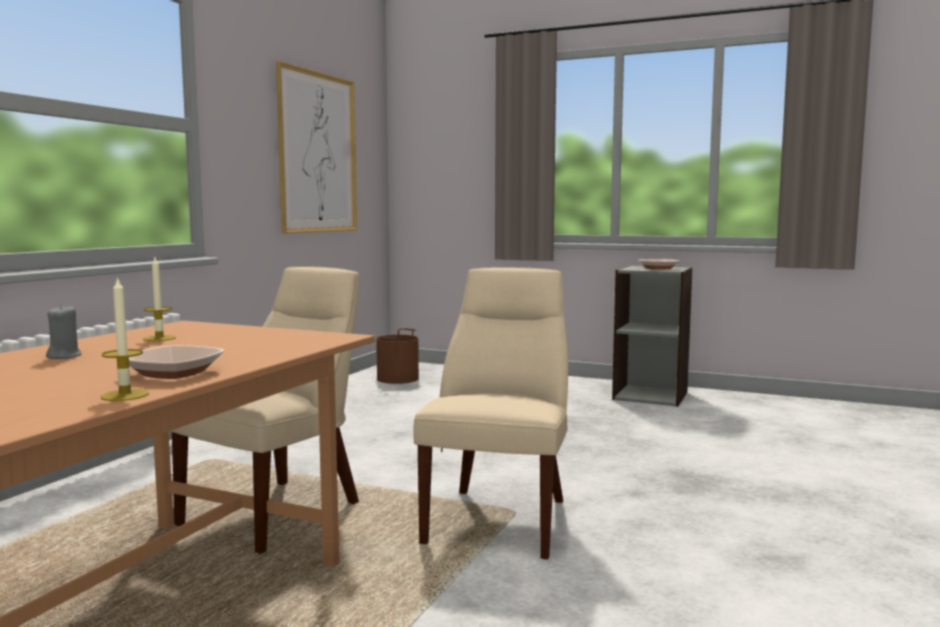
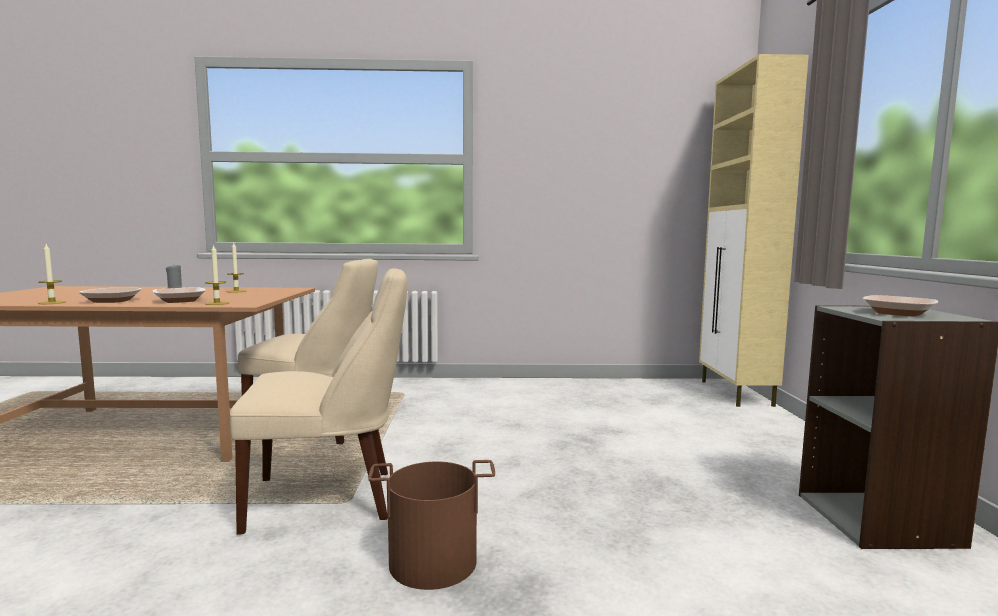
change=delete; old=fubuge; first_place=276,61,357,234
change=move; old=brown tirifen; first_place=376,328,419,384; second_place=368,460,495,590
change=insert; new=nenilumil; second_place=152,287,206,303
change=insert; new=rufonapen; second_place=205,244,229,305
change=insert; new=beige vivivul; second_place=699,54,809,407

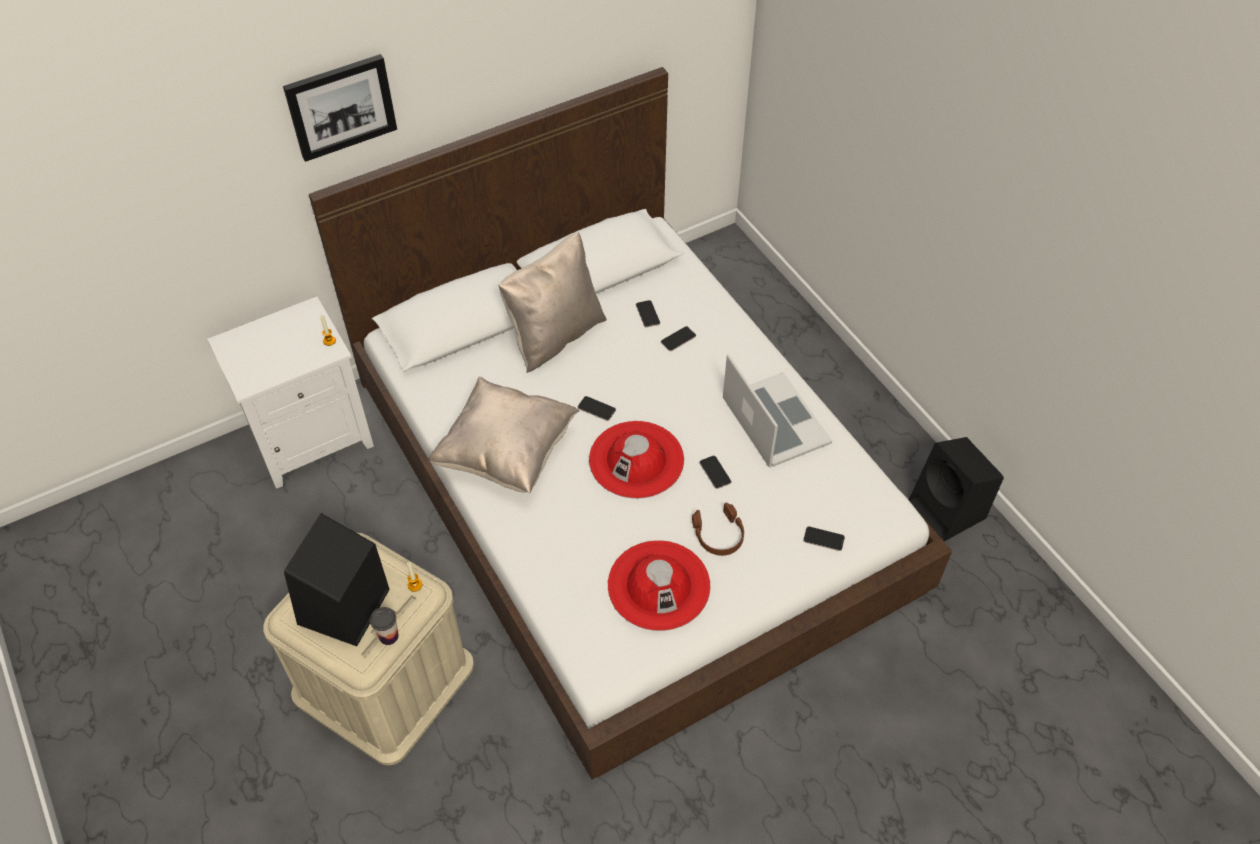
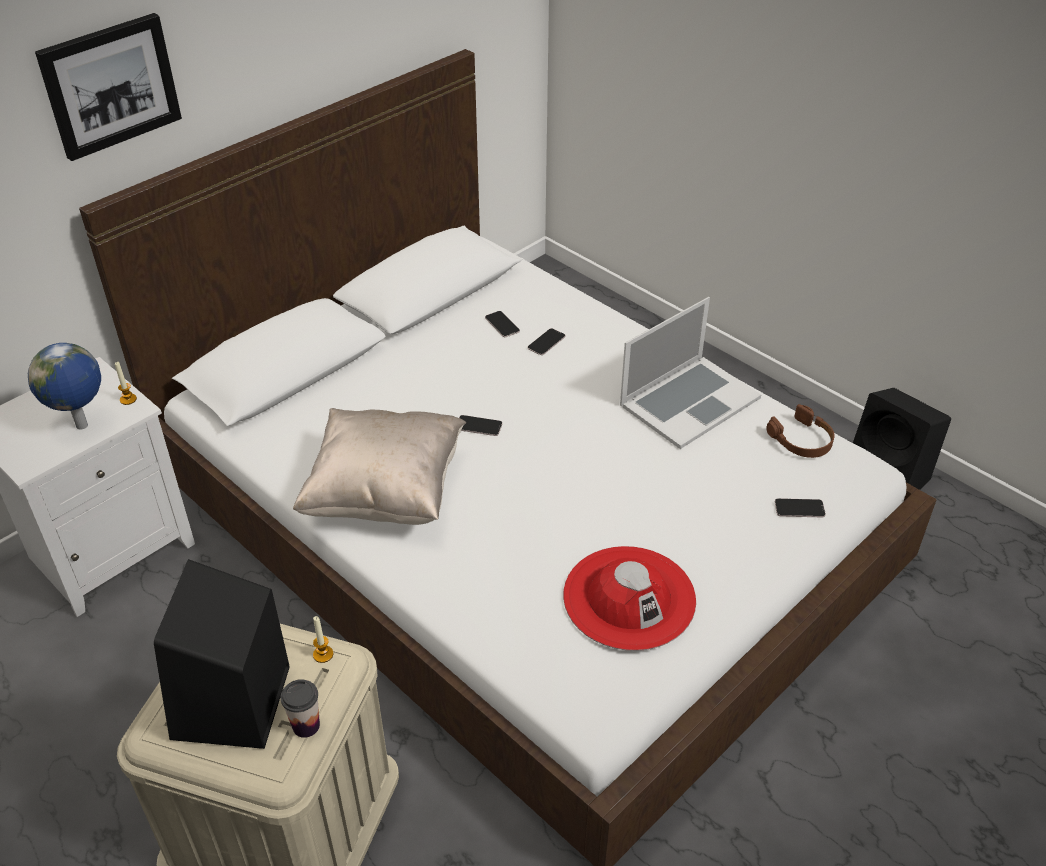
change=delete; old=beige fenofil; first_place=499,233,607,373
change=delete; old=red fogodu; first_place=589,421,684,499
change=move; old=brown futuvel; first_place=692,502,744,556; second_place=766,404,835,458
change=delete; old=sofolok; first_place=700,455,731,489
change=rotate; old=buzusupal; first_place=723,354,832,468; second_place=620,297,761,449; degrees=90
change=insert; new=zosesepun; second_place=28,343,101,429

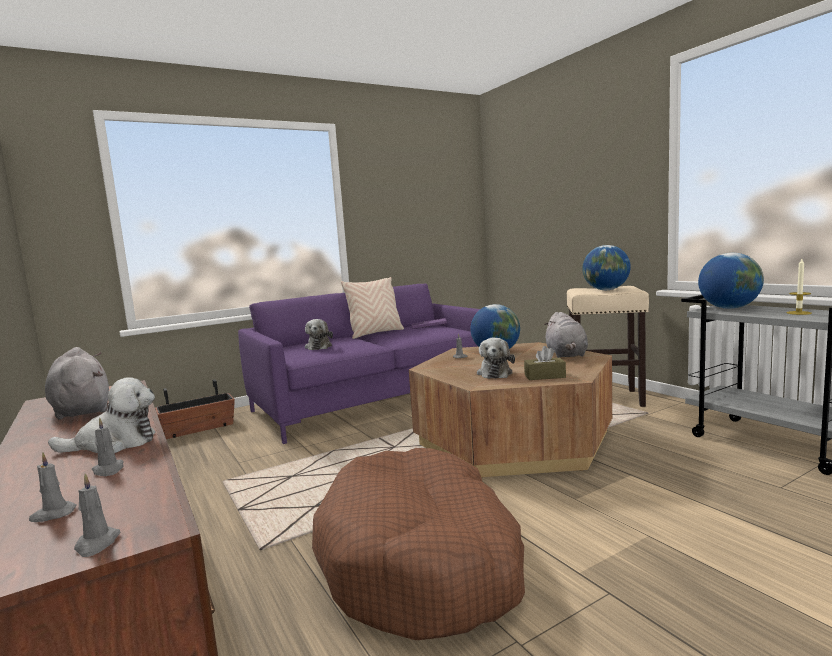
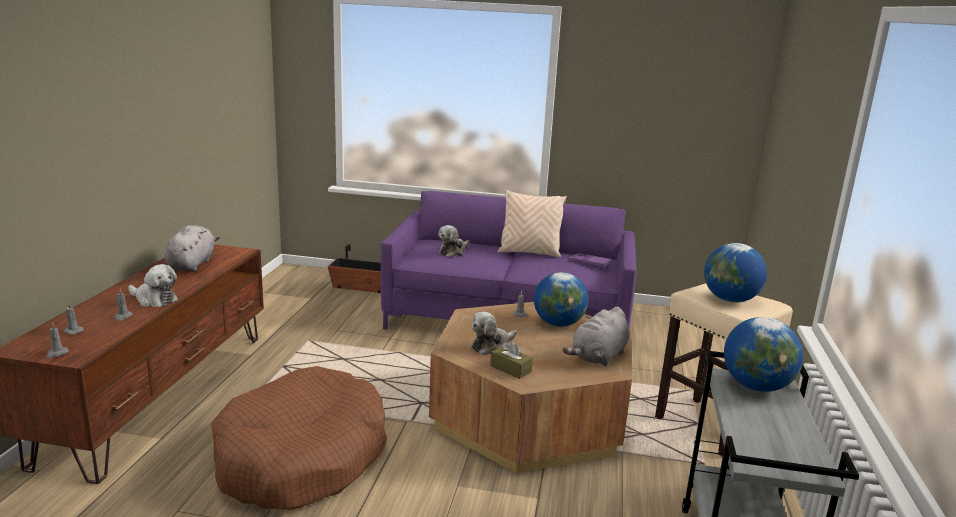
change=delete; old=rufonapen; first_place=786,259,812,315

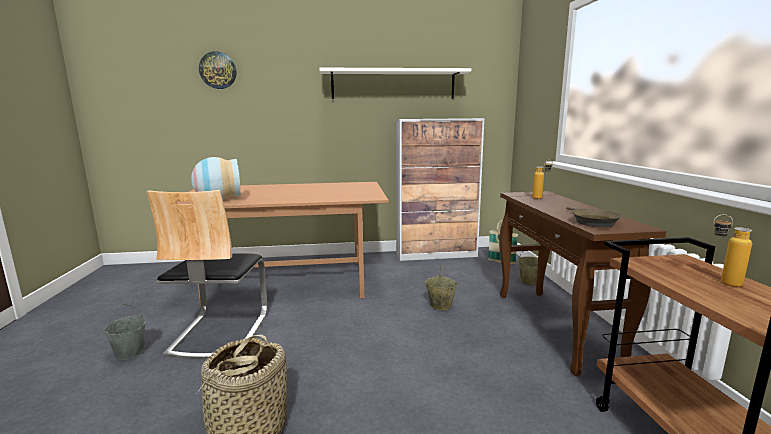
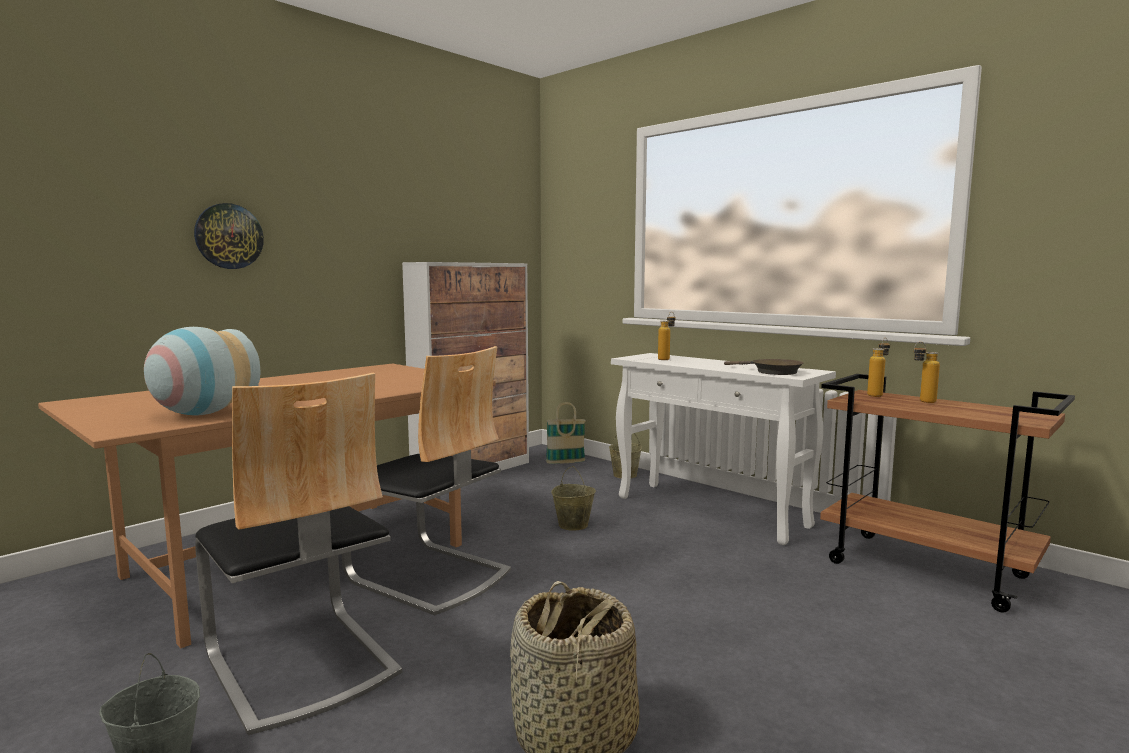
change=move; old=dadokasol; first_place=199,51,236,89; second_place=194,203,264,269
change=delete; old=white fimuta; first_place=319,68,471,99
change=recolor; old=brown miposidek; new=white miposidek; first_place=499,191,666,376; second_place=611,353,836,545
change=insert; new=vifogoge; second_place=342,346,511,615
change=insert; new=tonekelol; second_place=867,337,890,397

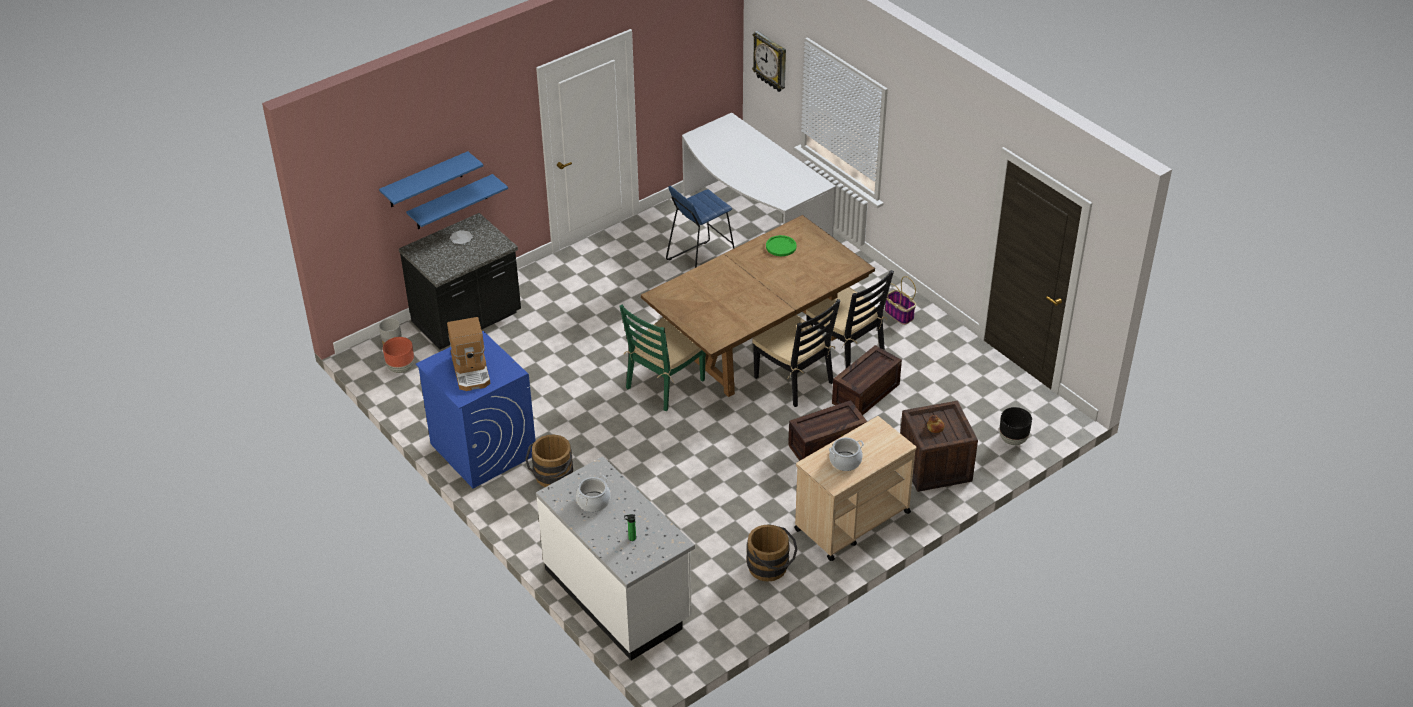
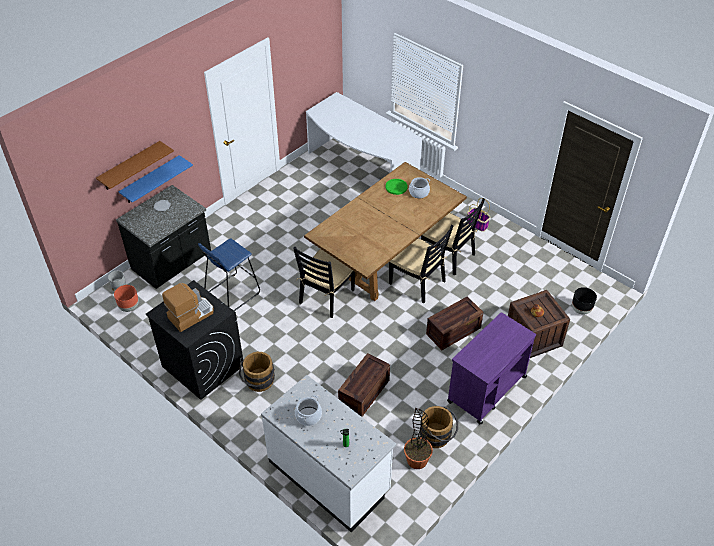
change=recolor; old=blue fimuta; new=brown fimuta; first_place=379,151,484,207; second_place=96,141,174,190
change=recolor; old=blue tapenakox; new=black tapenakox; first_place=416,331,536,488; second_place=146,280,243,400
change=rotate; old=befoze; first_place=447,317,490,391; second_place=162,283,214,332; degrees=-105
change=recolor; old=green vifogoge; new=black vifogoge; first_place=619,305,706,411; second_place=293,247,355,318
change=move; old=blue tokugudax; first_place=666,186,734,268; second_place=198,238,260,311
change=delete; old=dadokasol; first_place=752,31,786,92
change=recolor; old=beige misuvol; new=purple misuvol; first_place=794,416,917,561; second_place=447,312,536,425
change=move; old=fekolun; first_place=829,437,864,471; second_place=409,177,430,198
change=move; old=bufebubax; first_place=832,345,902,415; second_place=338,353,390,417
change=insert; new=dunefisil; second_place=404,408,433,469

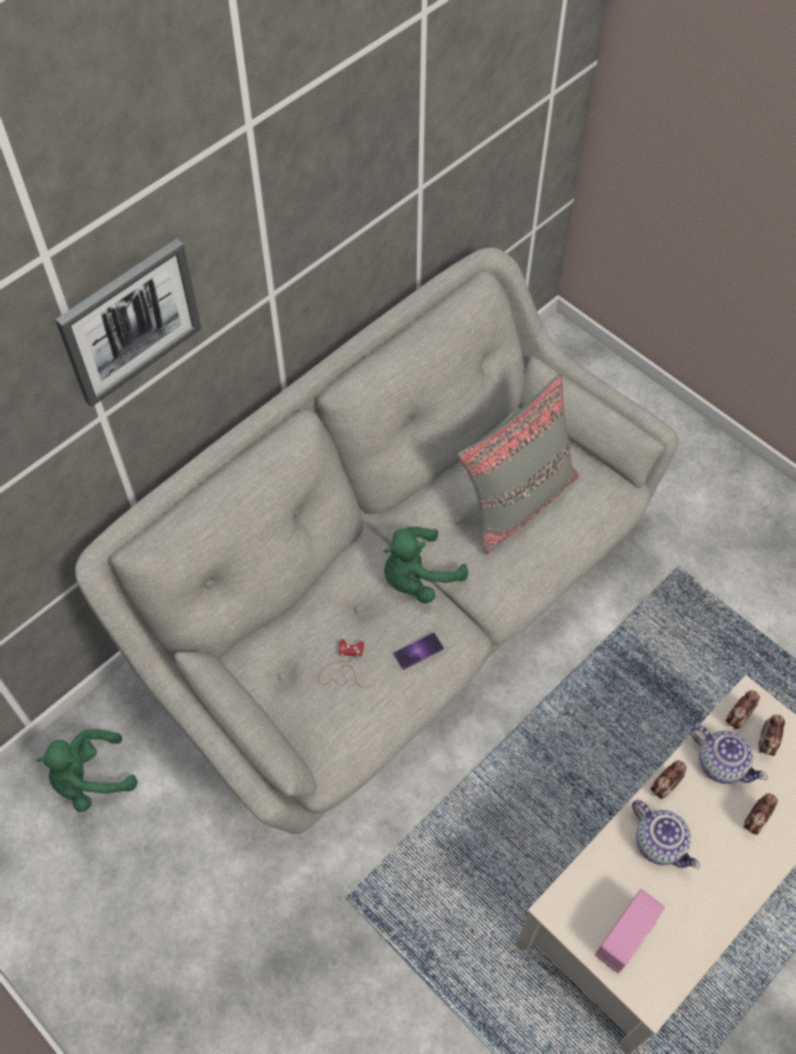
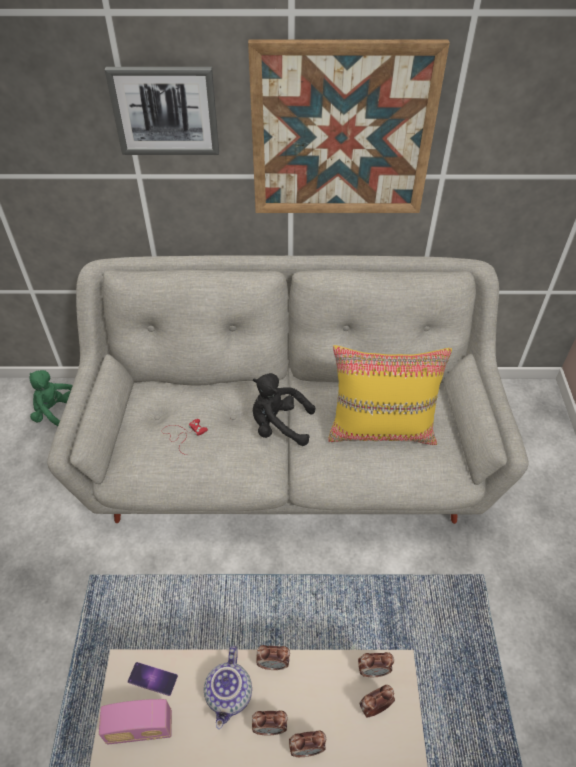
change=recolor; old=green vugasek; new=black vugasek; first_place=384,526,468,604; second_place=253,373,315,446
change=move; old=sofolok; first_place=394,633,444,670; second_place=128,662,178,696
change=recolor; old=grey fenofil; new=yellow fenofil; first_place=458,373,579,555; second_place=328,345,452,445
change=delete; old=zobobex; first_place=690,725,768,784
change=insert; new=fubuge; second_place=248,39,450,213
change=insert; new=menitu; second_place=252,710,288,735

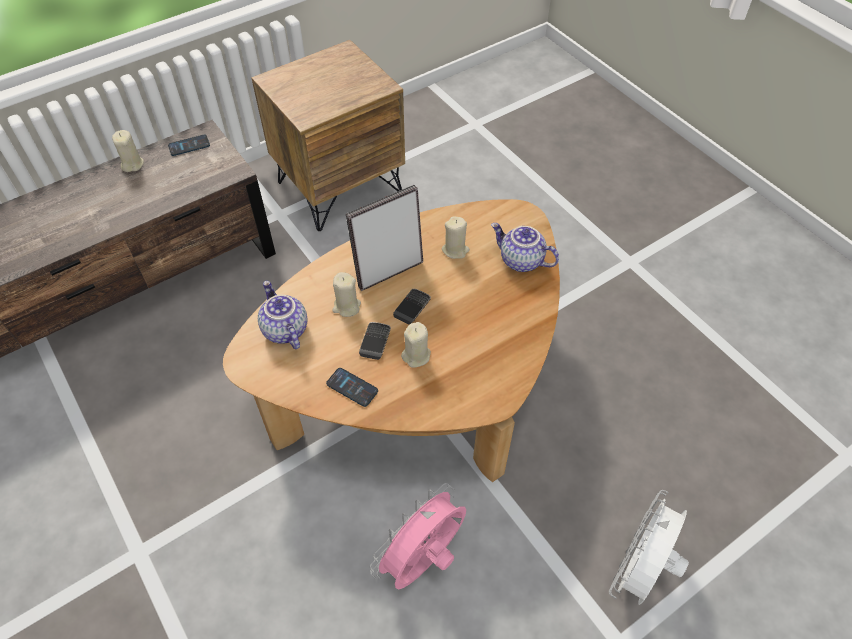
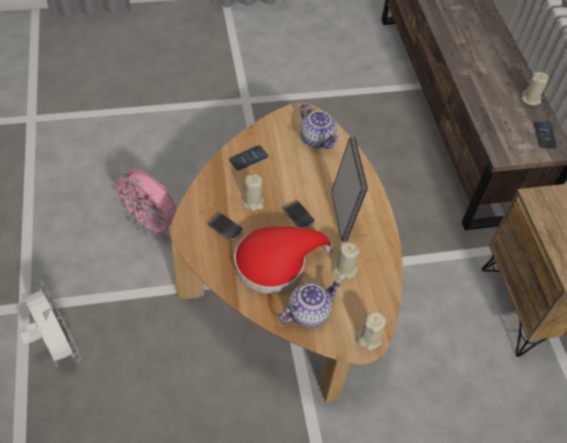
change=rotate; old=zobobex; first_place=258,281,307,349; second_place=300,104,339,149; degrees=60
change=move; old=beige rufonapen; first_place=332,272,361,317; second_place=356,311,386,351
change=move; old=sofolok; first_place=359,322,391,360; second_place=207,213,243,241
change=rotate; old=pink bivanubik; first_place=370,483,466,589; second_place=109,169,177,240; degrees=150
change=insert; new=red fogodu; second_place=234,227,335,293

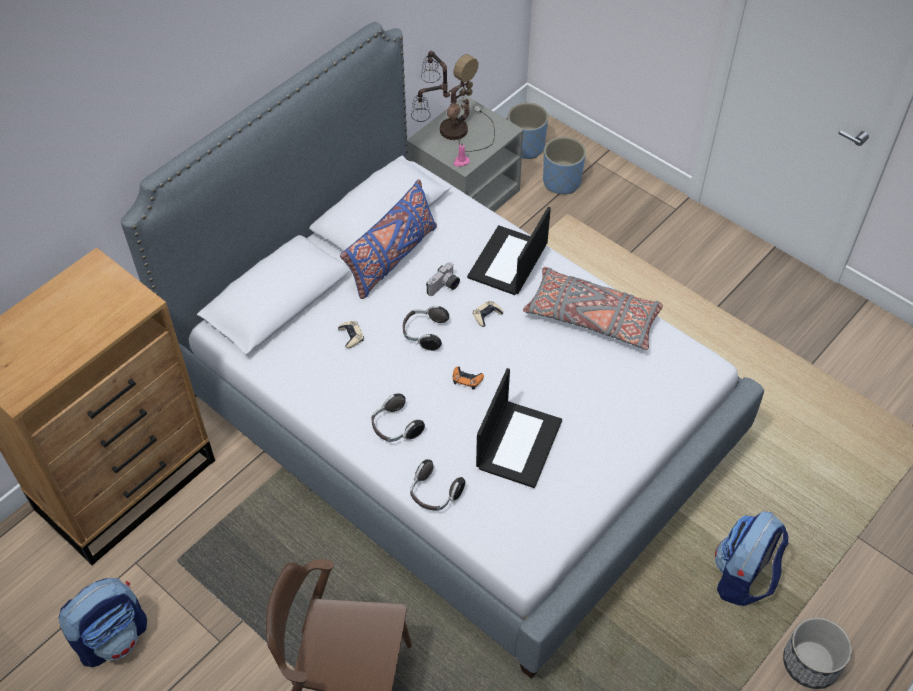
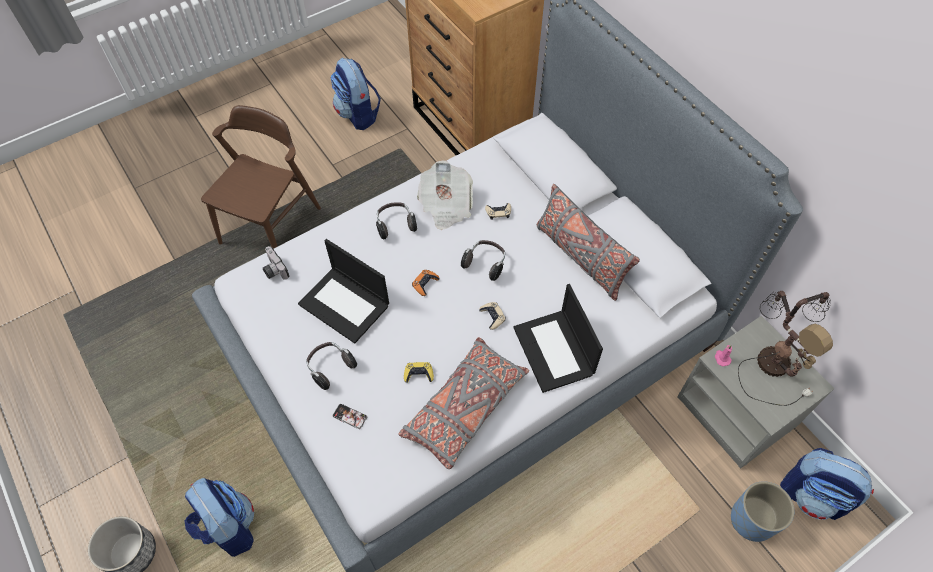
change=recolor; old=blue fenofil; new=grey fenofil; first_place=340,179,437,299; second_place=537,184,640,301
change=move; old=futuvel; first_place=410,459,465,511; second_place=306,342,357,390
change=move; old=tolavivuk; first_place=426,262,460,296; second_place=263,246,289,280
change=rotate; old=buzusupal; first_place=467,207,551,295; second_place=513,284,603,393; degrees=-150
change=replace; old=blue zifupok; new=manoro; first_place=508,103,548,159; second_place=780,448,874,520
change=insert; new=sofolok; second_place=332,404,367,429
change=insert; new=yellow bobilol; second_place=404,362,434,383
change=insert; new=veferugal; second_place=417,160,473,230

